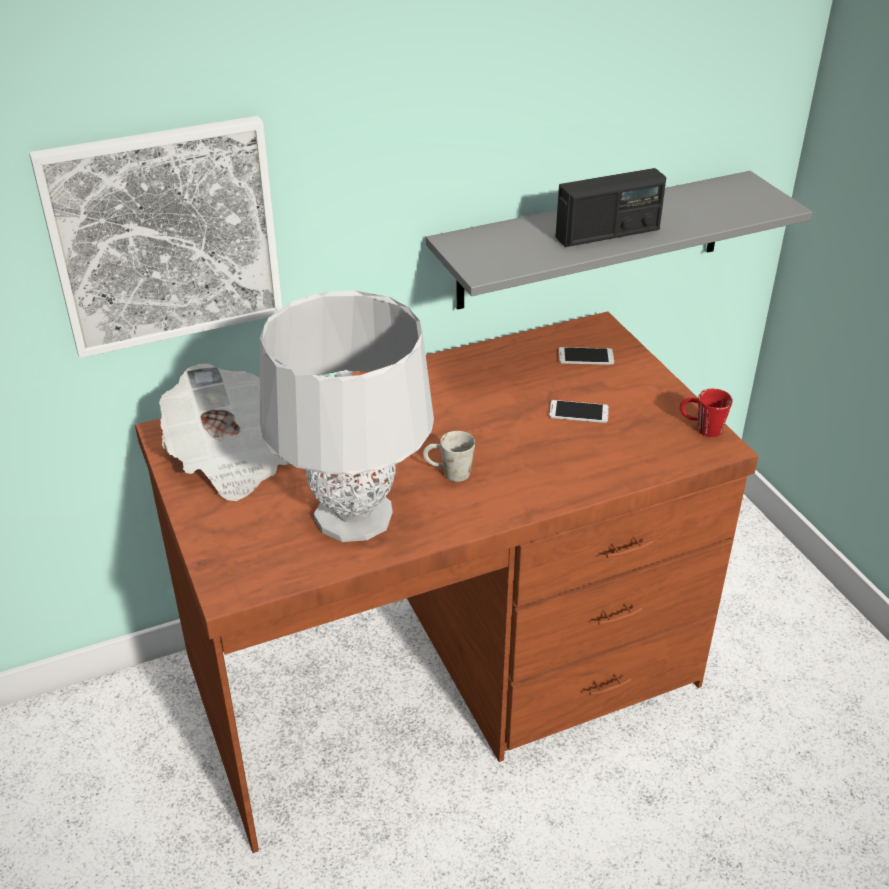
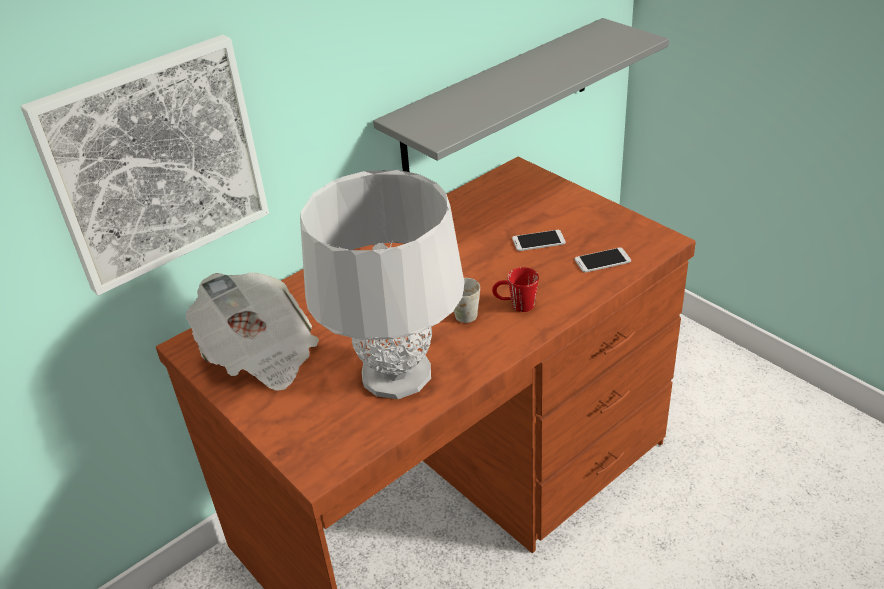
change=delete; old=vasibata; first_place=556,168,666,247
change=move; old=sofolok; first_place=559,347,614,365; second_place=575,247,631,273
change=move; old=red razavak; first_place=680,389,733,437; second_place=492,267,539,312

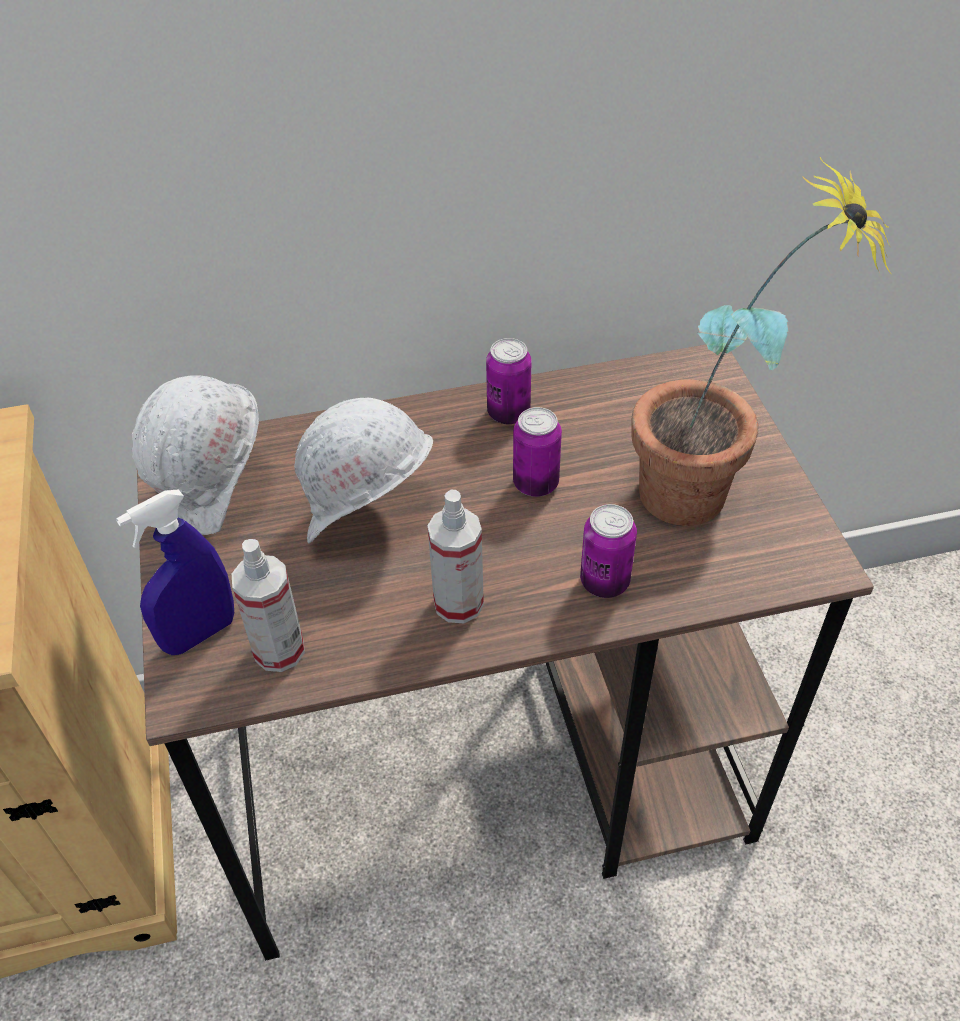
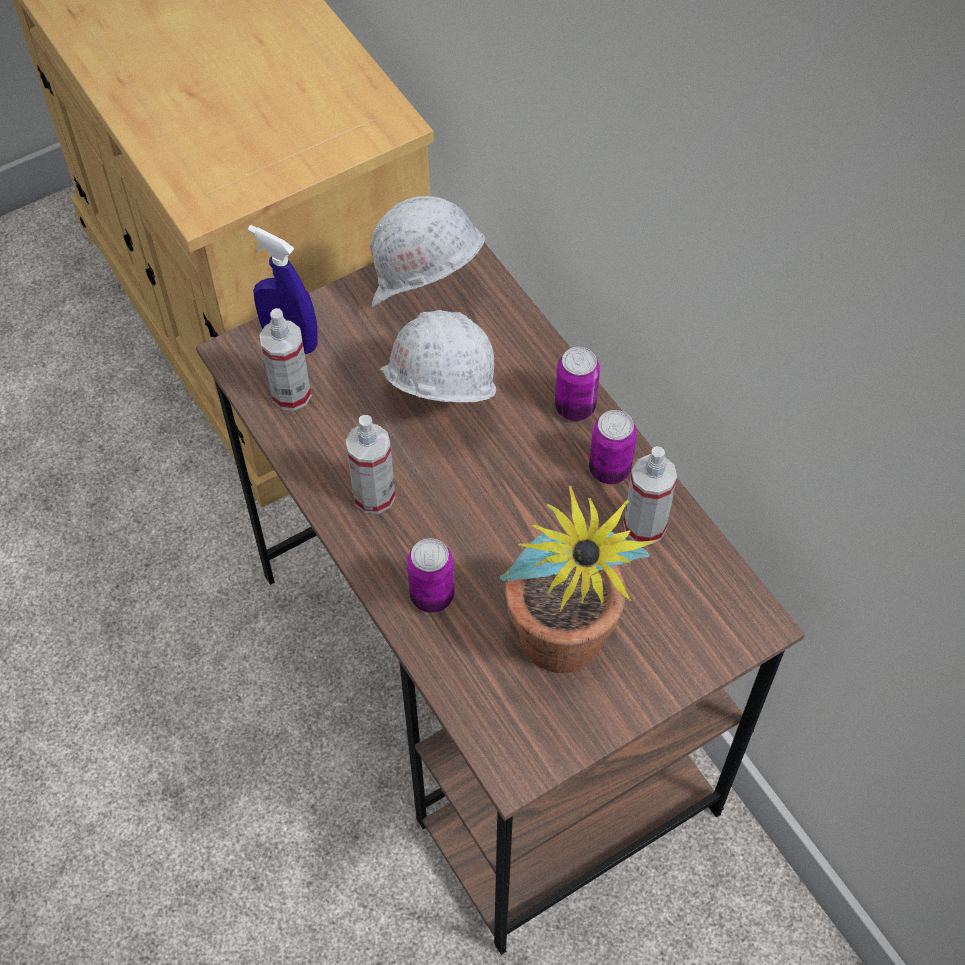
change=move; old=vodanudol; first_place=513,407,562,497; second_place=555,347,600,421
change=insert; new=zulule; second_place=623,446,677,545

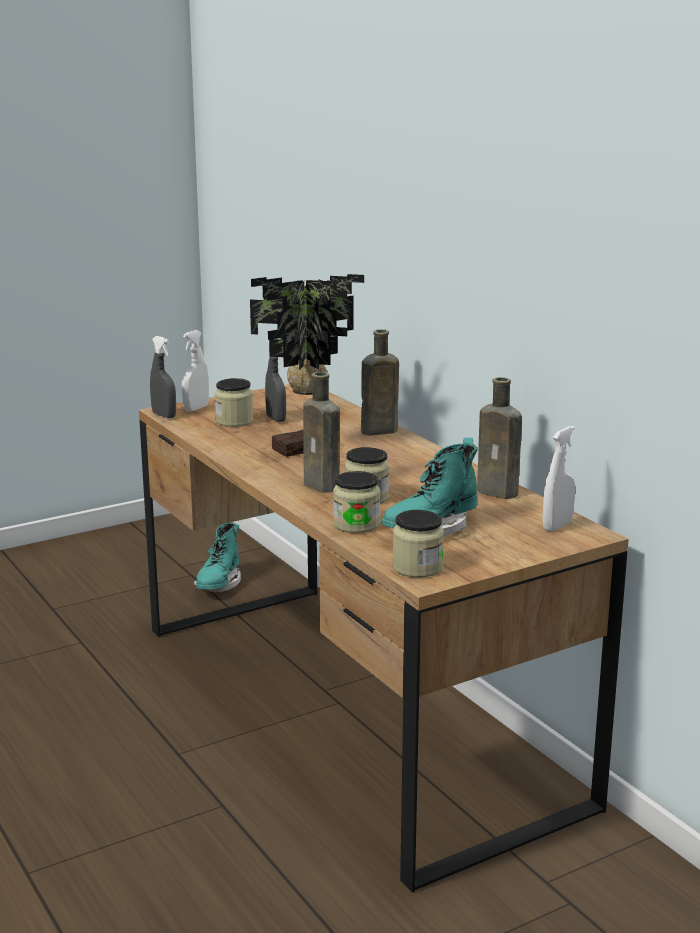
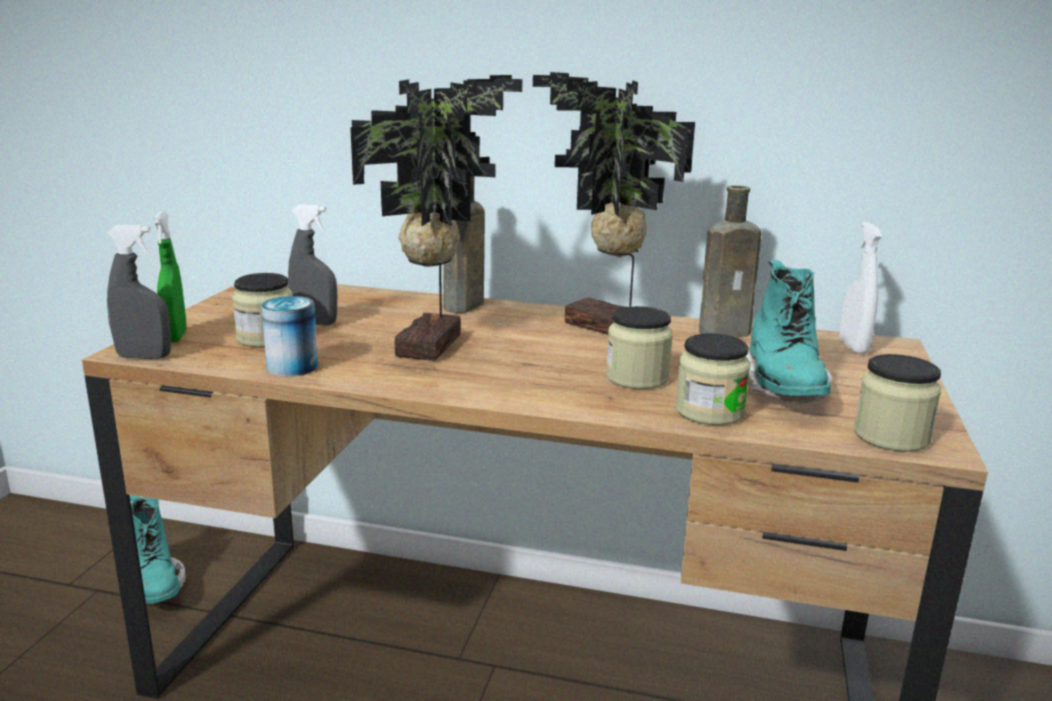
change=recolor; old=white zulule; new=green zulule; first_place=182,330,209,412; second_place=153,211,187,343
change=delete; old=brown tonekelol; first_place=303,372,340,493
change=insert; new=vodanudol; second_place=261,296,318,377
change=insert; new=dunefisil; second_place=533,72,695,335

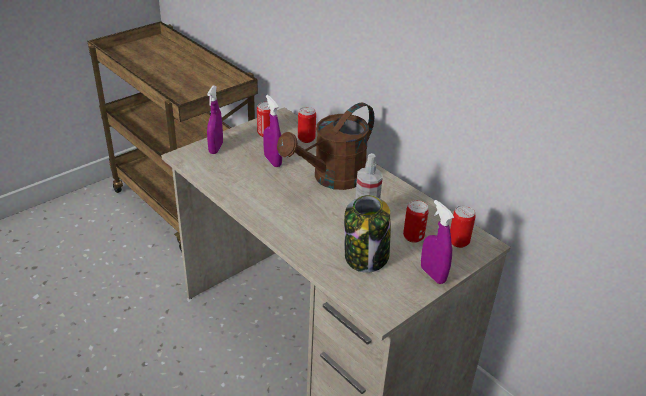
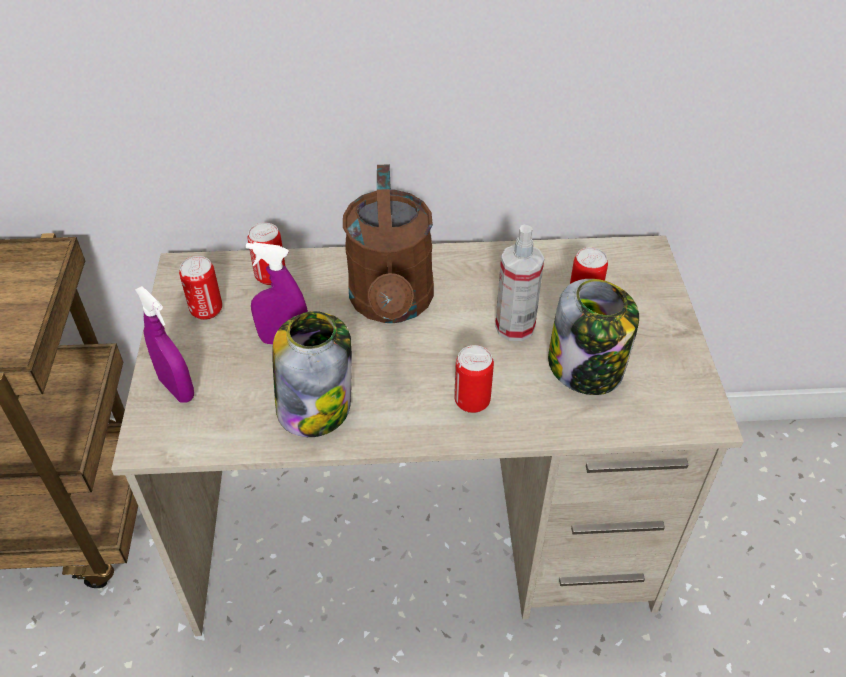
change=delete; old=purple zulule; first_place=421,200,454,284
change=move; old=vodanudol; first_place=450,205,476,248; second_place=454,345,494,413
change=insert; new=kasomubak; second_place=272,311,352,437

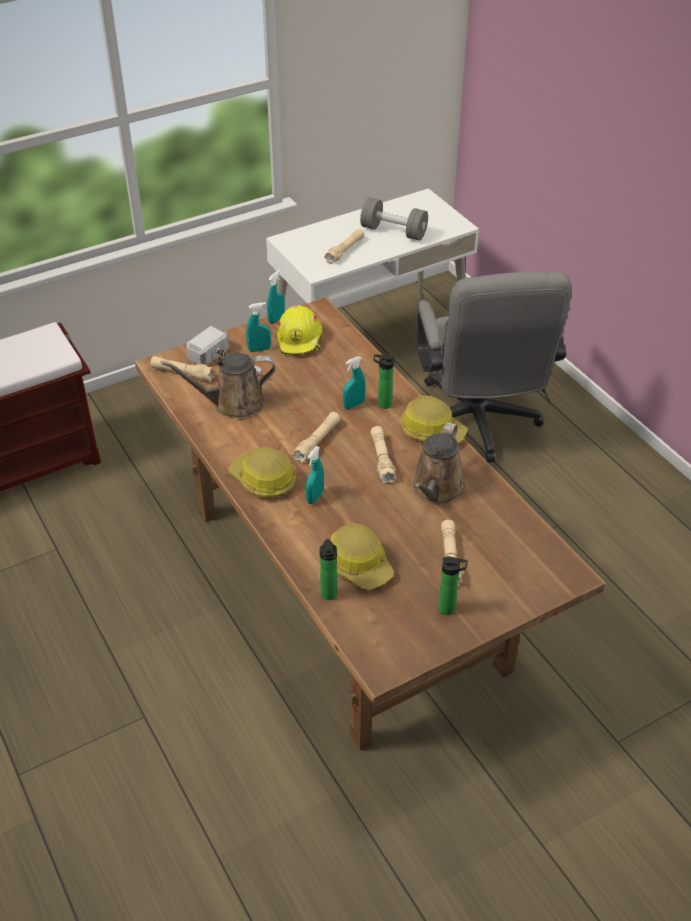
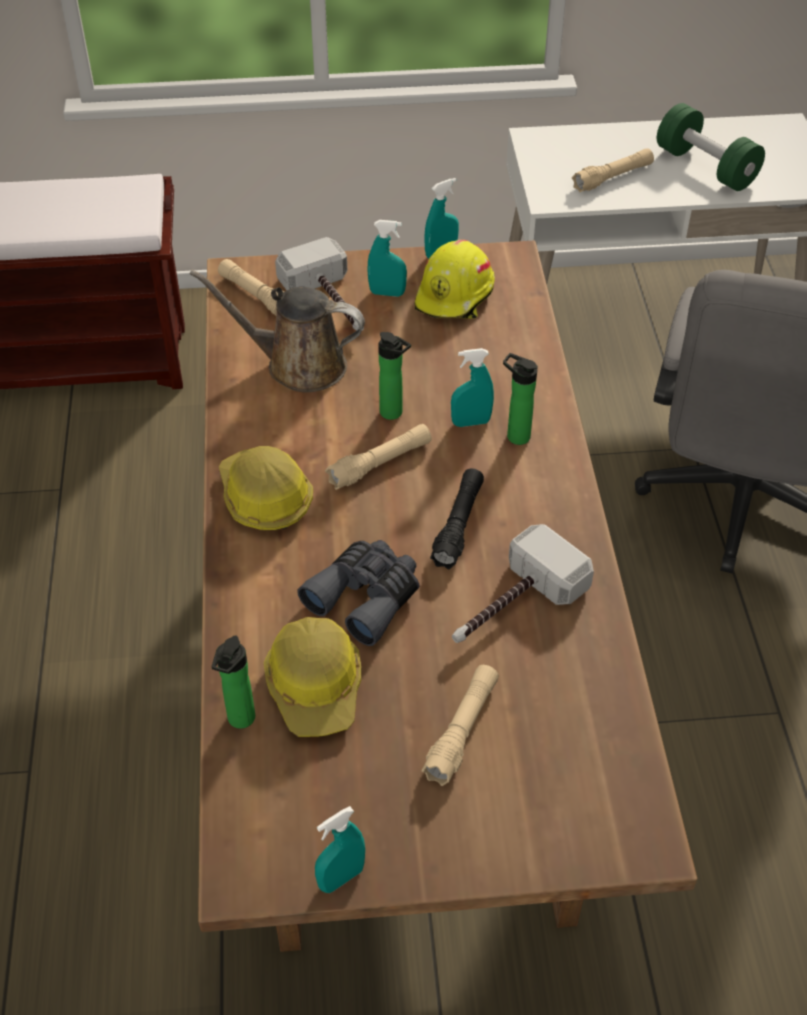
change=move; old=turquoise zulule; first_place=306,446,324,504; second_place=315,806,365,893
change=recolor; old=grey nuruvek; new=green nuruvek; first_place=360,198,428,241; second_place=657,103,765,191
change=recolor; old=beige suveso; new=black suveso; first_place=371,426,396,484; second_place=430,469,484,569
change=delete; old=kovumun; first_place=400,395,468,443
change=replace; old=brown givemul; new=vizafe; first_place=411,422,466,505; second_place=452,524,594,643
change=move; old=tonekelol; first_place=438,556,468,615; second_place=378,332,411,420
change=insert; new=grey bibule; second_place=297,540,420,646

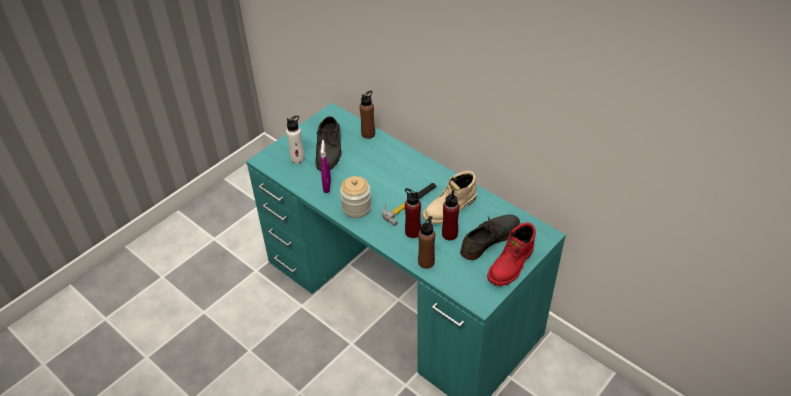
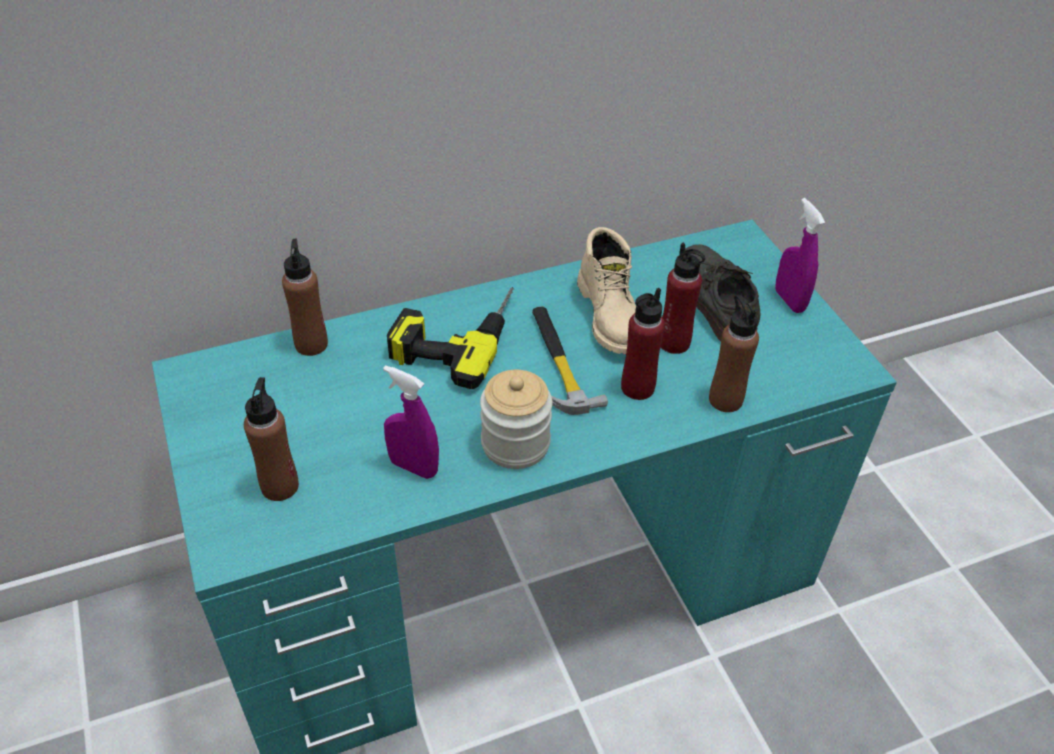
change=recolor; old=white tonekelol; new=brown tonekelol; first_place=286,116,305,164; second_place=244,377,299,501
change=delete; old=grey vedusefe; first_place=316,116,342,171
change=replace; old=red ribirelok; new=purple zulule; first_place=487,223,536,286; second_place=775,198,825,313
change=insert; new=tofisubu; second_place=387,287,514,389

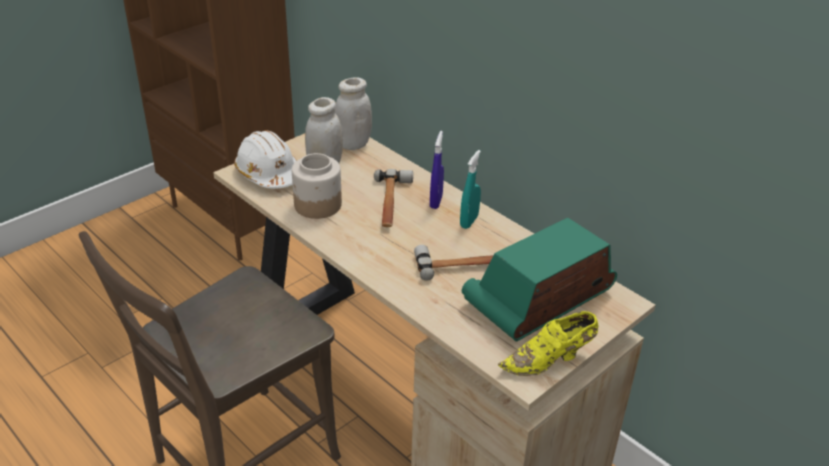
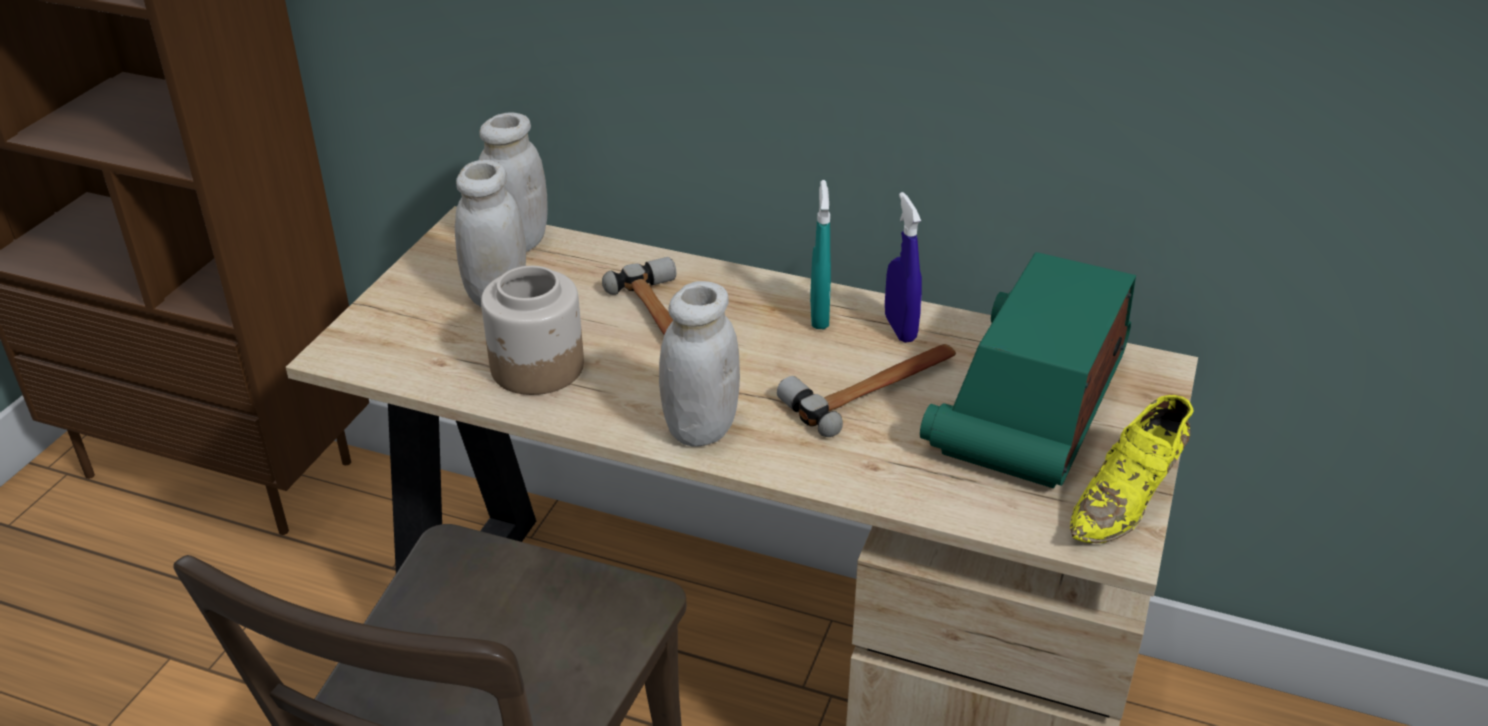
change=delete; old=white kovumun; first_place=234,130,297,189
change=move; old=blue zulule; first_place=430,131,444,209; second_place=885,192,922,343
change=insert; new=white kasomubak; second_place=659,281,740,447

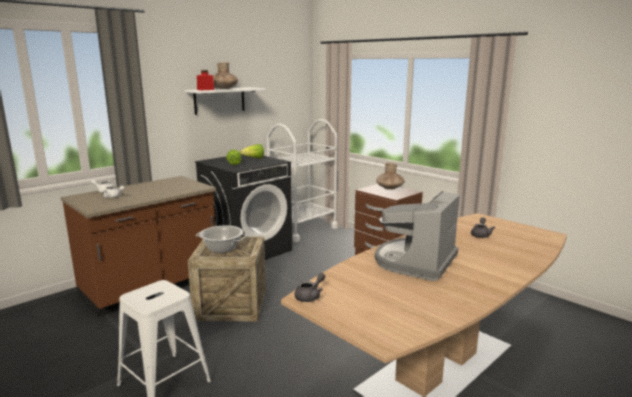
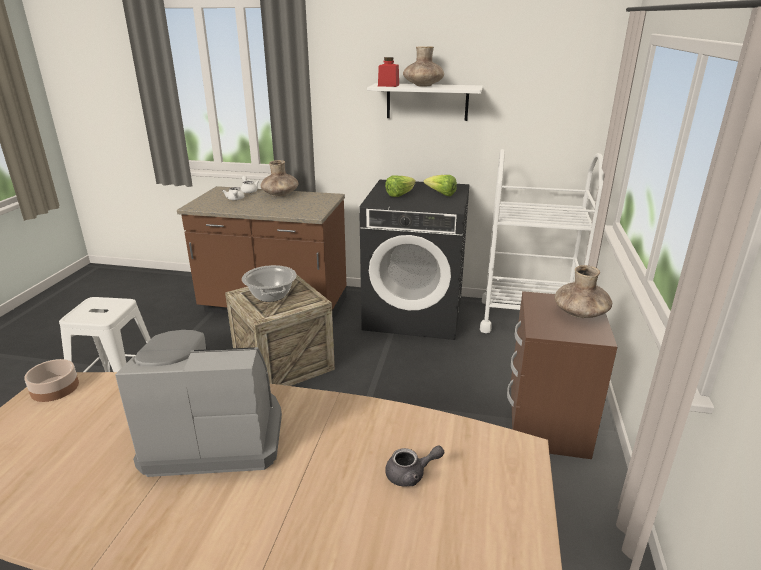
change=replace; old=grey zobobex; new=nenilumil; first_place=295,273,325,302; second_place=24,359,79,402
change=insert; new=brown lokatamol; second_place=260,160,298,197

